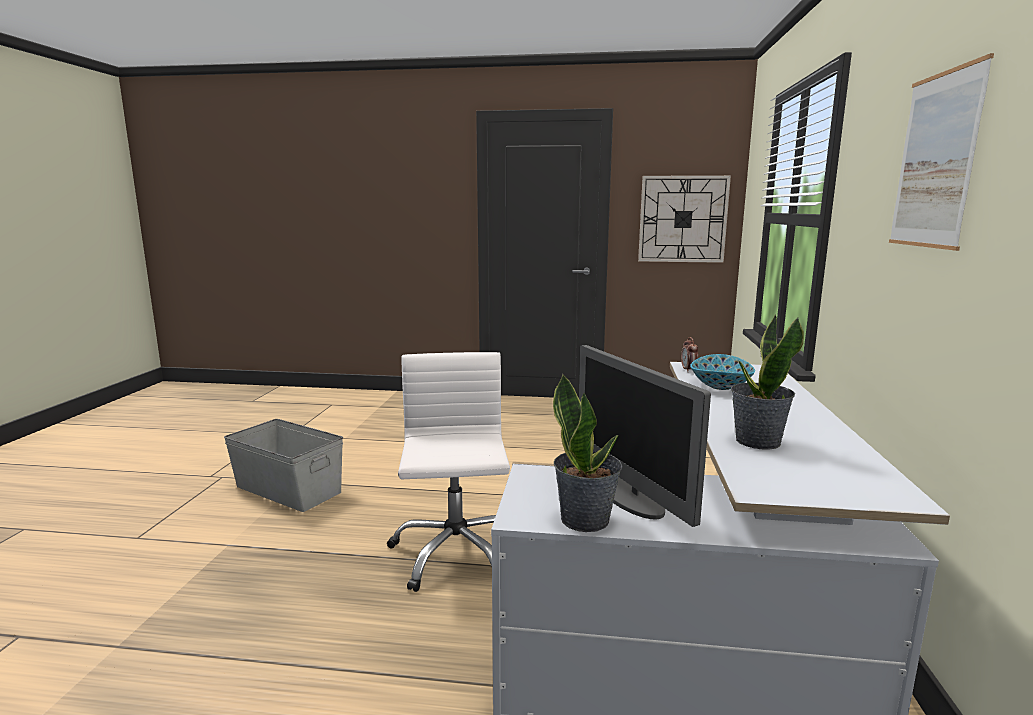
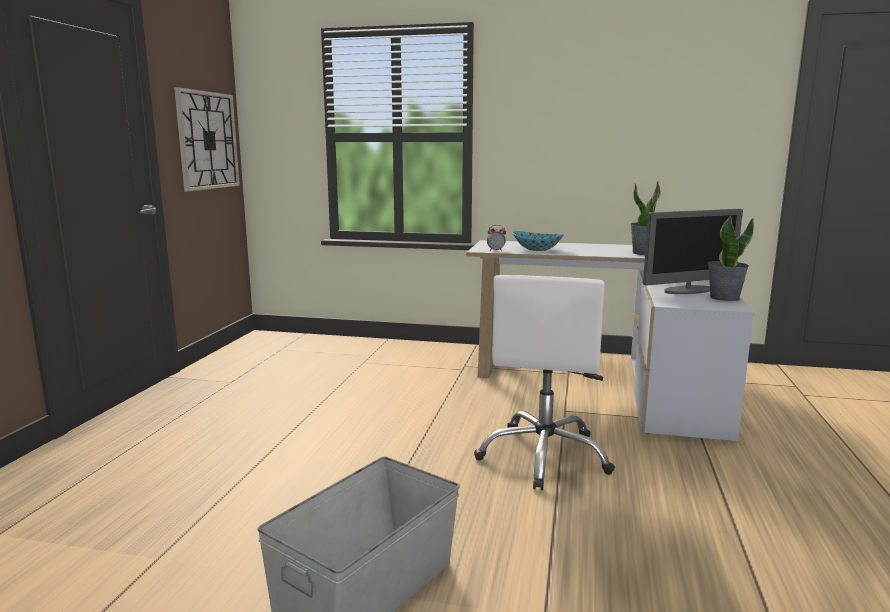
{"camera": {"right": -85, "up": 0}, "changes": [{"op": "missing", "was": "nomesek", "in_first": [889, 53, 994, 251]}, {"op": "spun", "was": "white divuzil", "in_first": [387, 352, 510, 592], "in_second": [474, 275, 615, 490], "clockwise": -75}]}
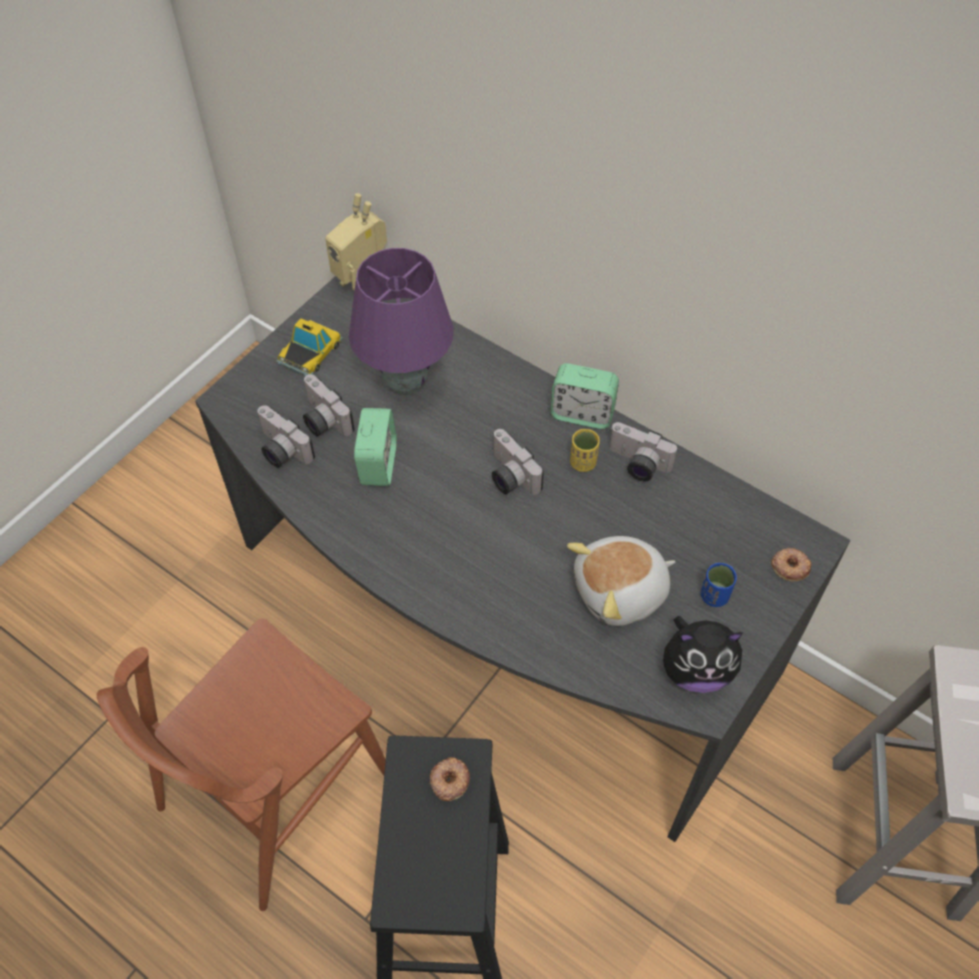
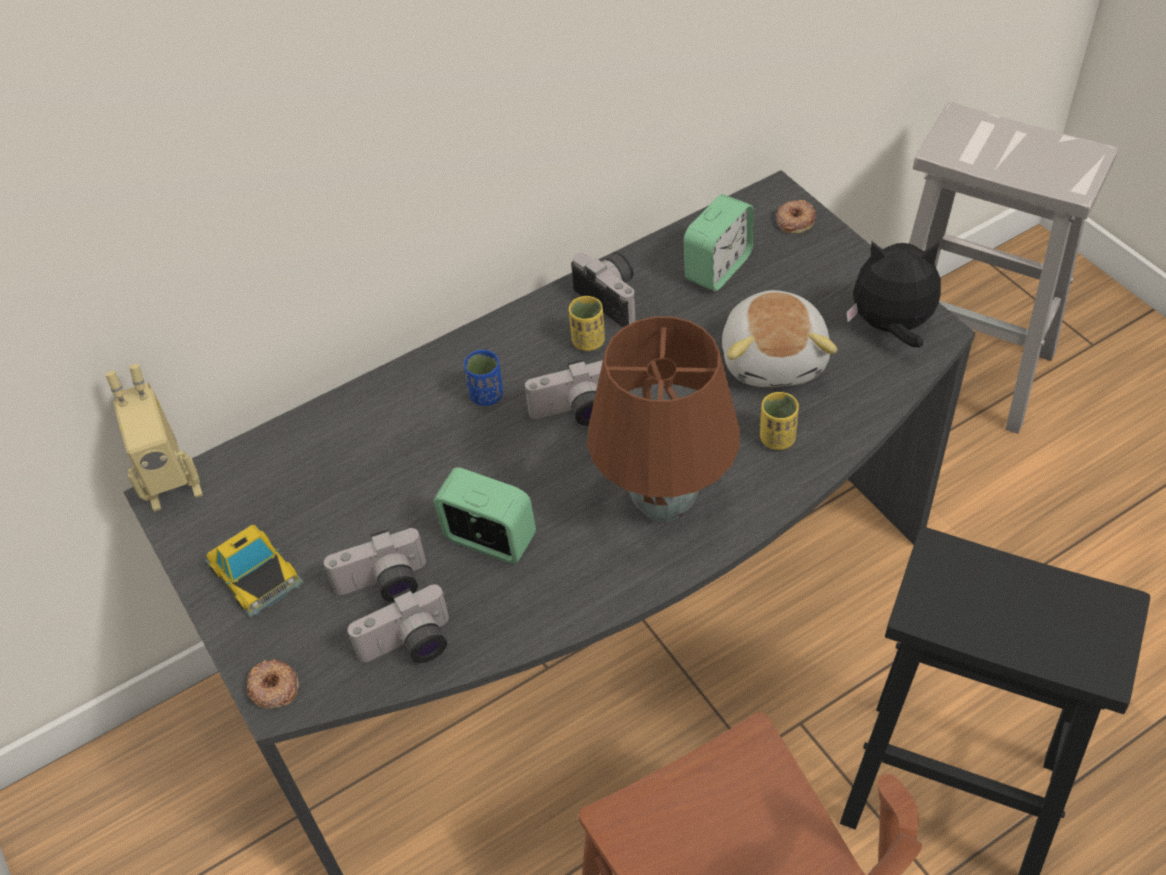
{"camera": {"right": -65, "up": -5}, "changes": [{"op": "missing", "was": "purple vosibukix", "in_first": [349, 248, 454, 395]}, {"op": "appeared", "now": "brown vosibukix", "in_second": [587, 316, 740, 522]}, {"op": "appeared", "now": "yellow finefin", "in_second": [760, 392, 799, 450]}, {"op": "relocated", "was": "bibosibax", "in_first": [430, 757, 470, 801], "in_second": [247, 659, 299, 709]}, {"op": "relocated", "was": "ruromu", "in_first": [550, 363, 619, 429], "in_second": [684, 194, 754, 291]}, {"op": "relocated", "was": "blue finefin", "in_first": [701, 563, 737, 607], "in_second": [464, 350, 503, 406]}, {"op": "spun", "was": "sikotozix", "in_first": [609, 422, 677, 481], "in_second": [571, 253, 636, 327], "clockwise": -90}, {"op": "spun", "was": "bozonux", "in_first": [663, 616, 743, 693], "in_second": [846, 241, 941, 347], "clockwise": -105}]}
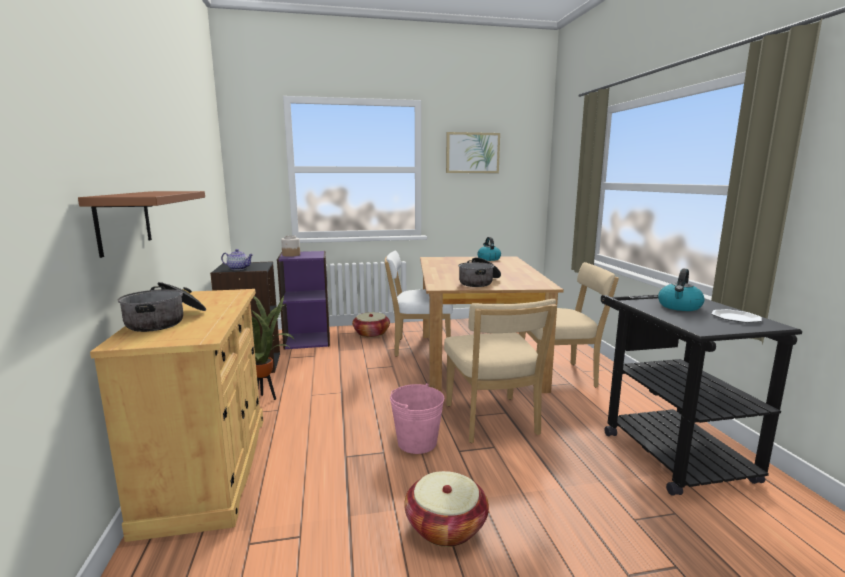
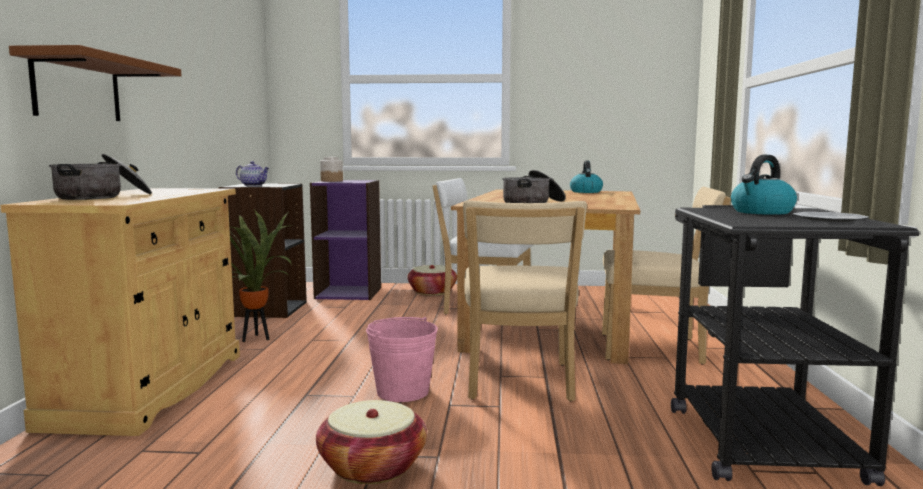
{"camera": {"right": 15, "up": -5}, "changes": [{"op": "missing", "was": "nomesek", "in_first": [446, 132, 500, 173]}]}
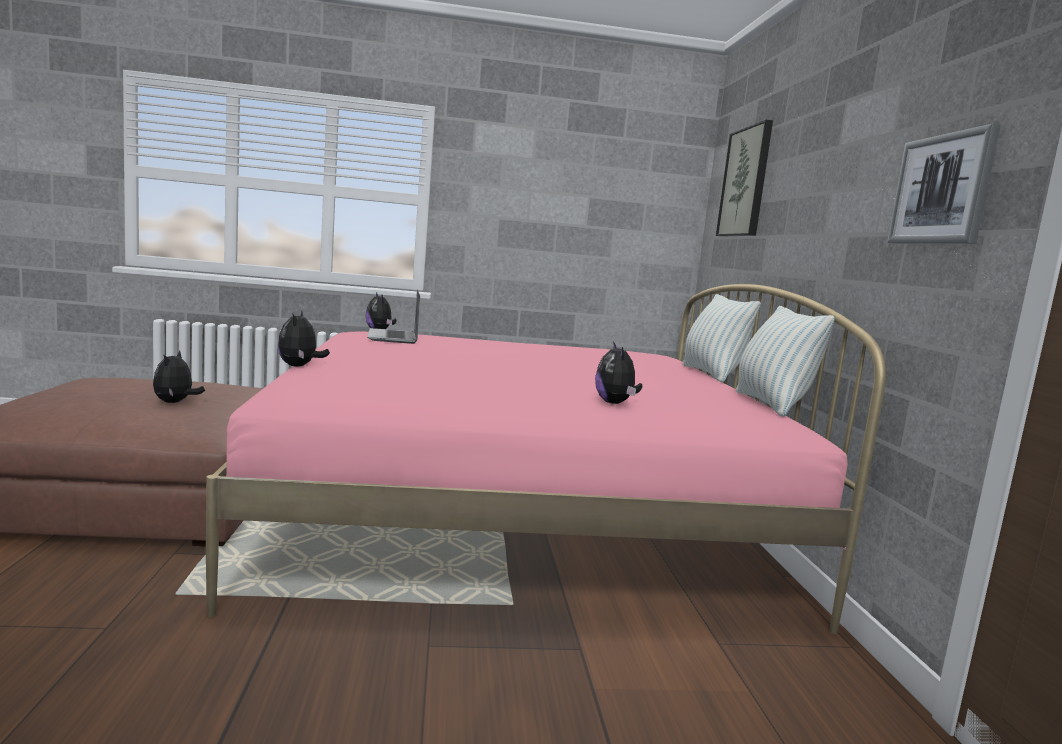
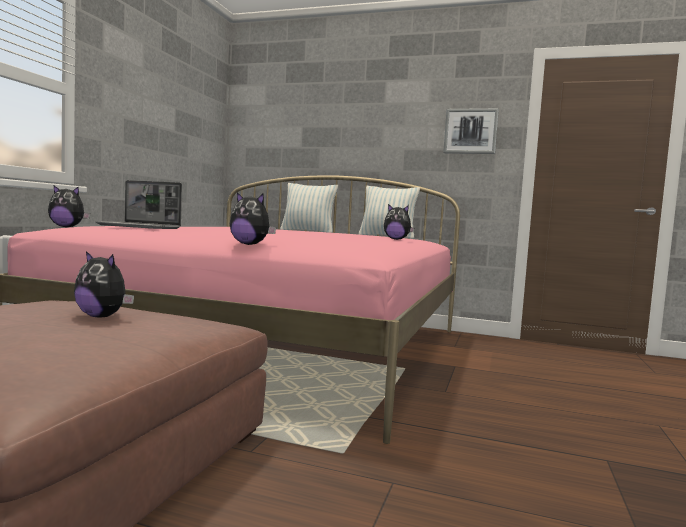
{"camera": {"right": -65, "up": -5}, "changes": [{"op": "missing", "was": "nomesek", "in_first": [716, 120, 773, 237]}]}
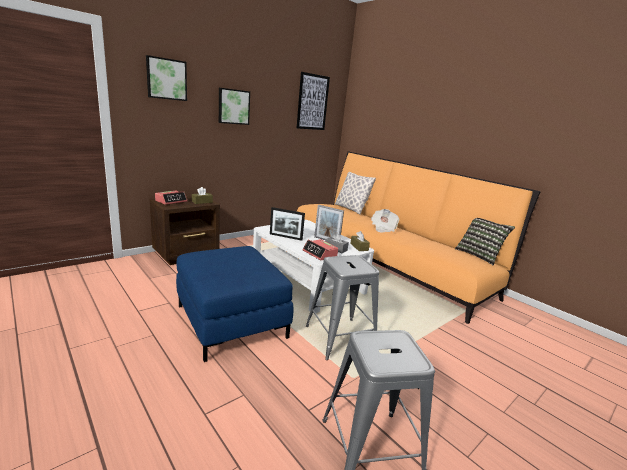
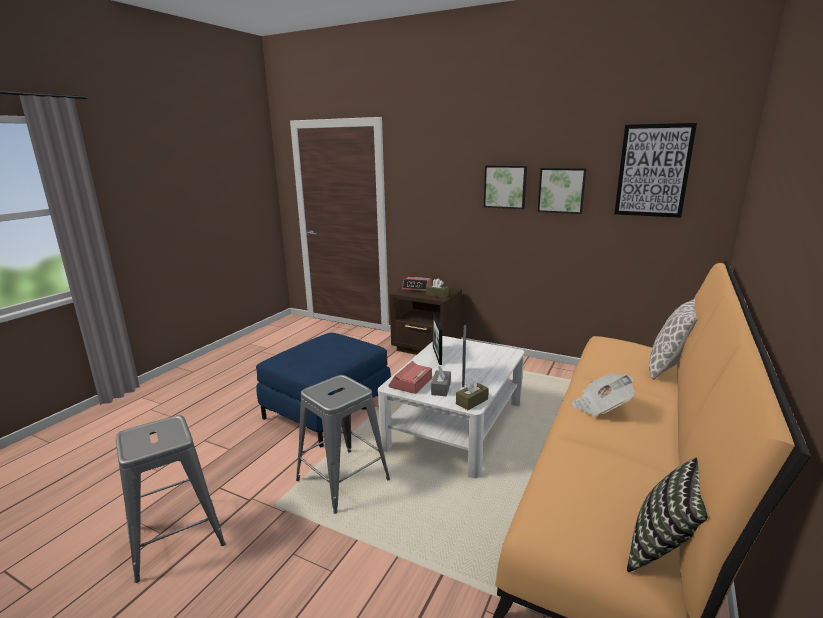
{"camera": {"right": 70, "up": 0}, "changes": [{"op": "relocated", "was": "nomesek", "in_first": [146, 55, 187, 101], "in_second": [538, 168, 587, 214]}]}
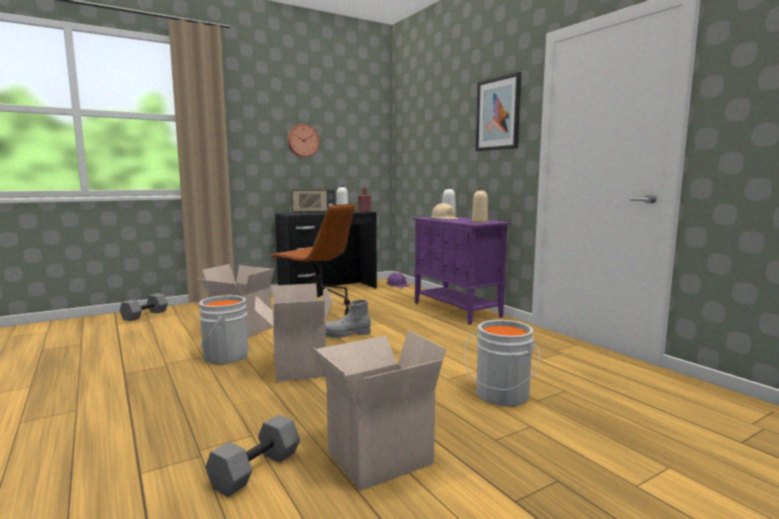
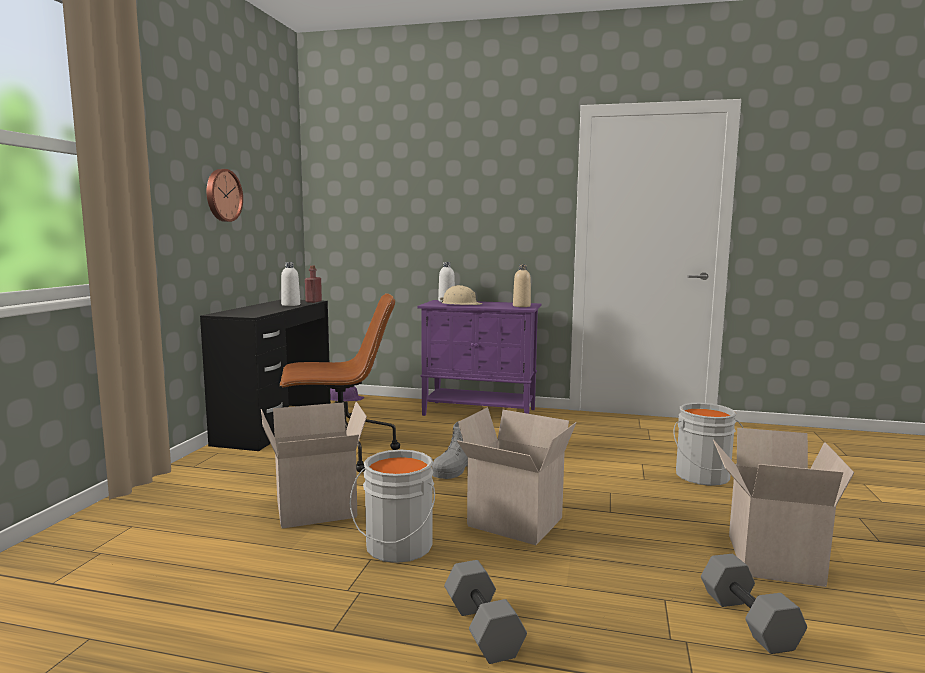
{"camera": {"right": -45, "up": 0}, "changes": [{"op": "missing", "was": "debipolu", "in_first": [292, 189, 335, 214]}, {"op": "missing", "was": "nomesek", "in_first": [476, 72, 521, 151]}, {"op": "relocated", "was": "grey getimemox", "in_first": [120, 293, 168, 321], "in_second": [444, 560, 527, 664]}]}
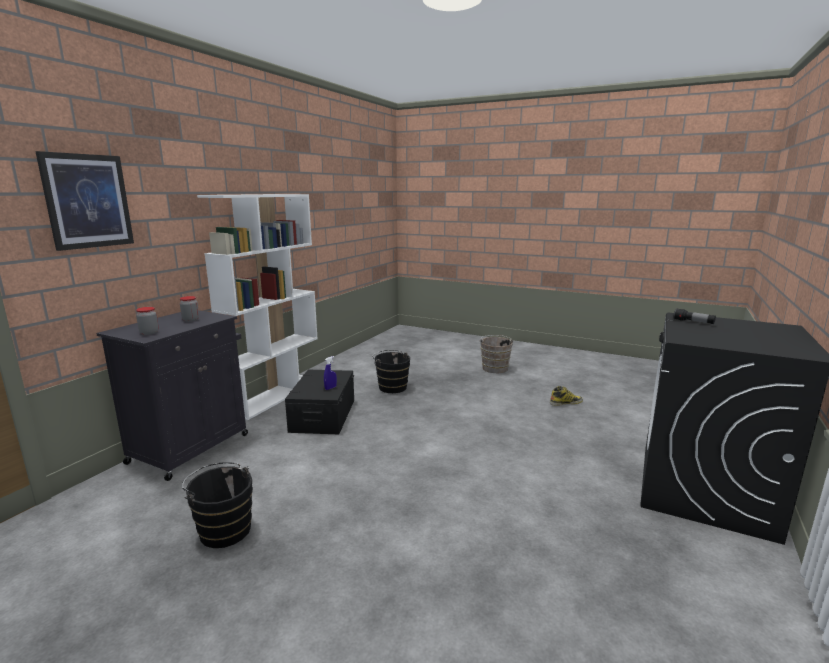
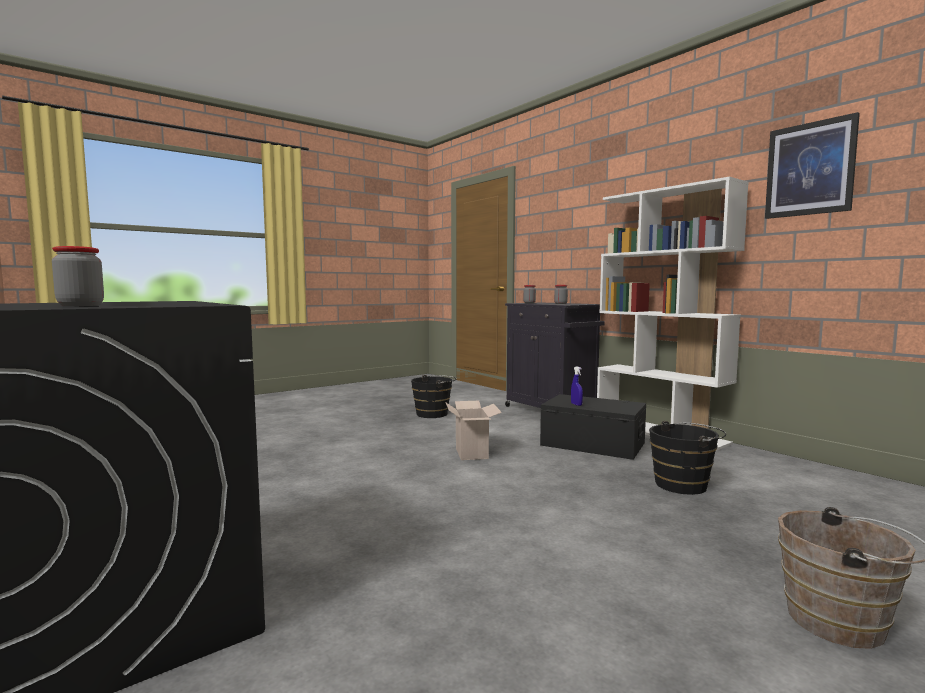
{"camera": {"right": 115, "up": -10}, "changes": [{"op": "missing", "was": "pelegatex", "in_first": [550, 386, 583, 406]}, {"op": "missing", "was": "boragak", "in_first": [673, 308, 716, 324]}, {"op": "appeared", "now": "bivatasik", "in_second": [52, 246, 104, 306]}, {"op": "appeared", "now": "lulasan", "in_second": [445, 401, 502, 460]}, {"op": "relocated", "was": "nomesek", "in_first": [35, 151, 134, 251], "in_second": [765, 112, 860, 219]}]}
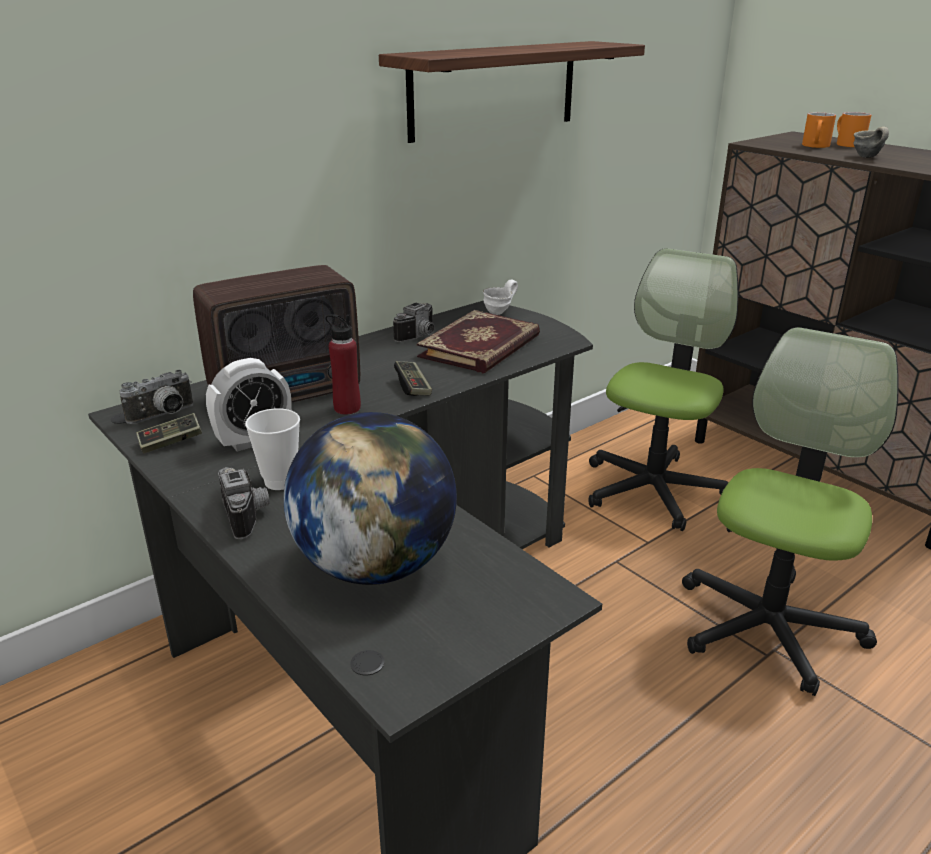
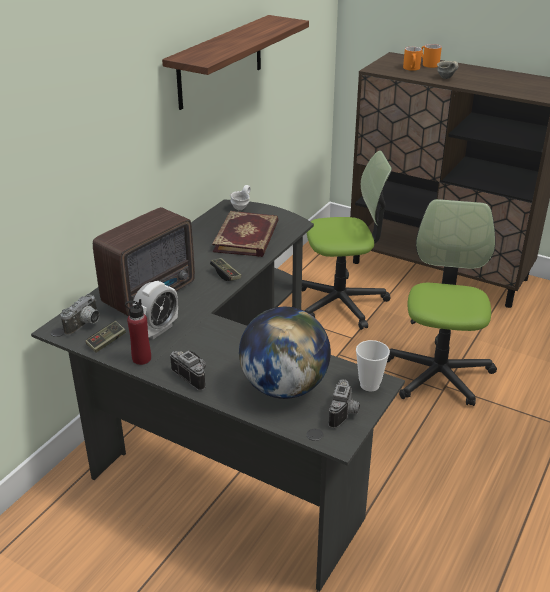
{"camera": {"right": -20, "up": 5}, "changes": [{"op": "relocated", "was": "finefin", "in_first": [245, 408, 300, 490], "in_second": [356, 340, 390, 392]}, {"op": "relocated", "was": "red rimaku", "in_first": [325, 314, 361, 414], "in_second": [125, 299, 151, 365]}, {"op": "relocated", "was": "sikotozix", "in_first": [393, 302, 434, 342], "in_second": [328, 379, 360, 428]}, {"op": "spun", "was": "divuzil", "in_first": [588, 248, 738, 531], "in_second": [302, 151, 392, 330], "clockwise": 75}]}
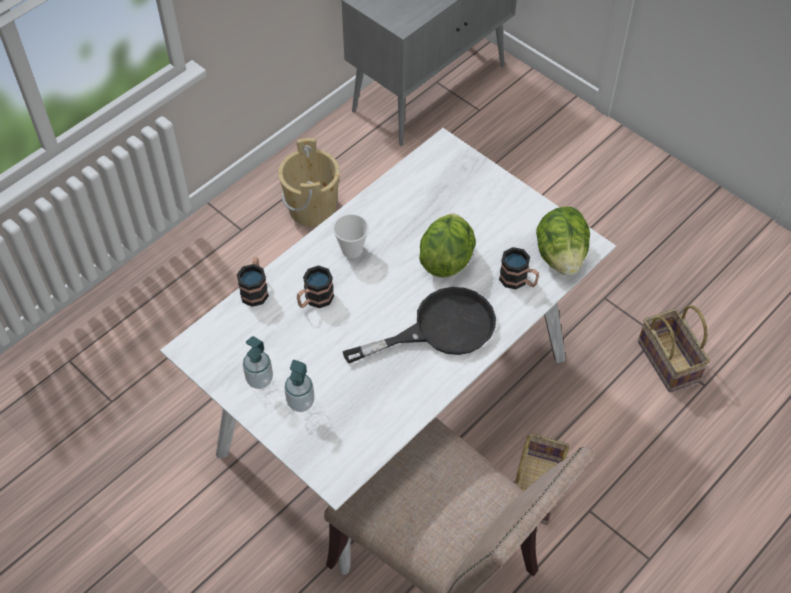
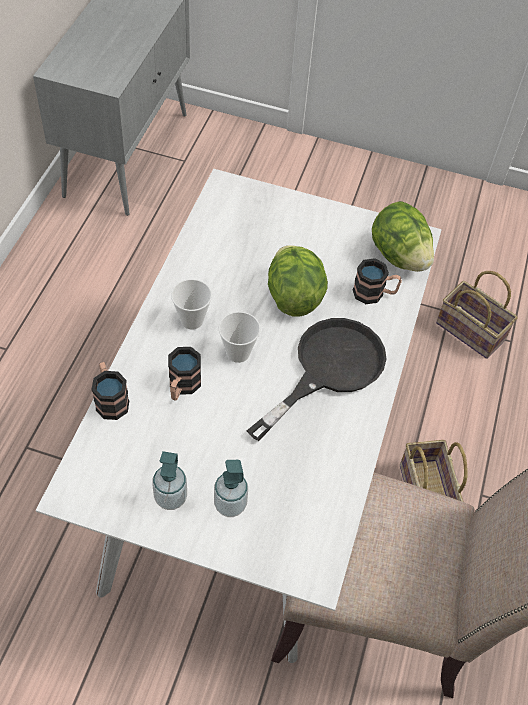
{"camera": {"right": -30, "up": 0}, "changes": [{"op": "missing", "was": "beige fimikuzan", "in_first": [278, 138, 340, 226]}, {"op": "appeared", "now": "finefin", "in_second": [218, 311, 261, 363]}]}
